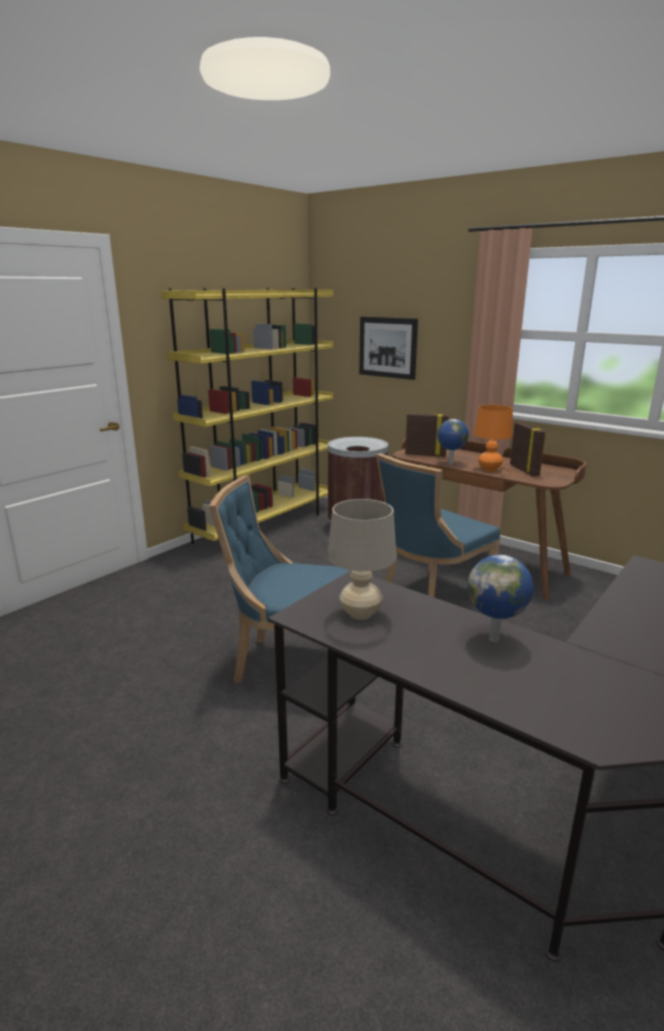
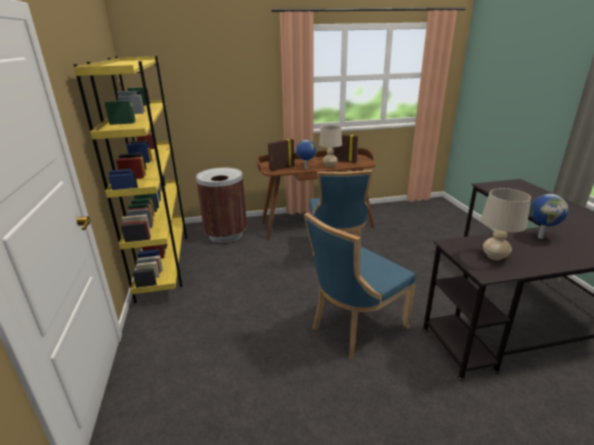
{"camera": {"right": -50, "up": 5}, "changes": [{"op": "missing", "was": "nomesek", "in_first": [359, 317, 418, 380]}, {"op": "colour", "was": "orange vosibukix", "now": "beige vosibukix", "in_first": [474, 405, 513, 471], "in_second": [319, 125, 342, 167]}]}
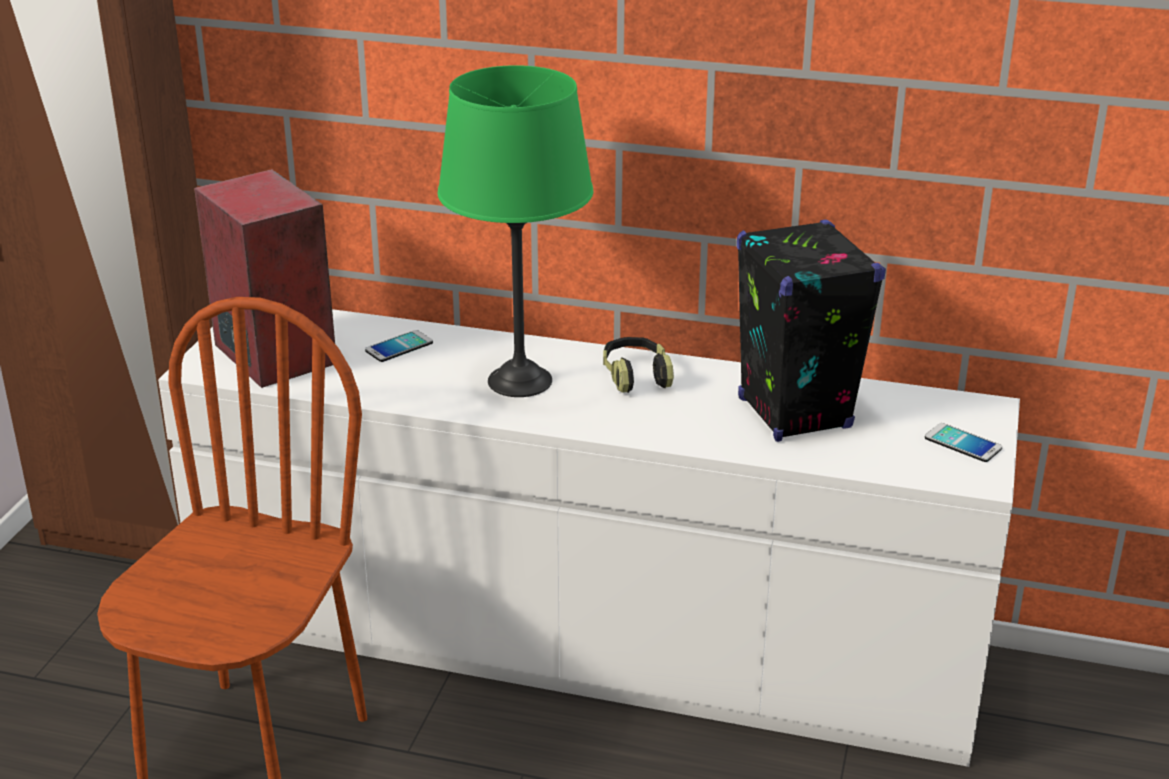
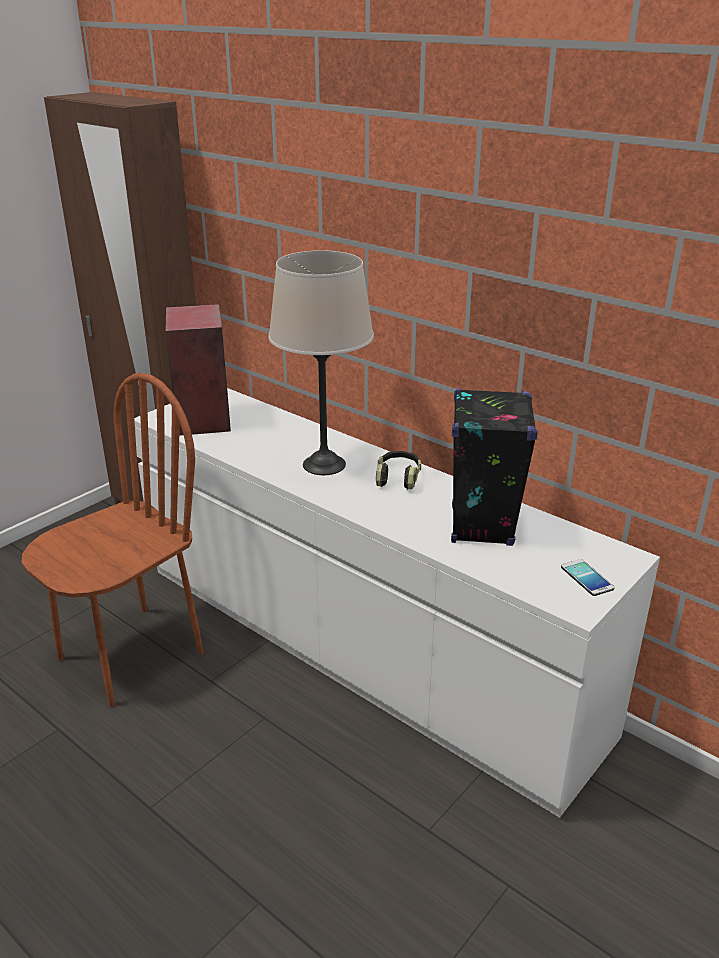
{"camera": {"right": 25, "up": 0}, "changes": [{"op": "missing", "was": "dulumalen", "in_first": [365, 330, 433, 362]}, {"op": "colour", "was": "green vosibukix", "now": "beige vosibukix", "in_first": [438, 65, 593, 397], "in_second": [268, 250, 374, 475]}]}
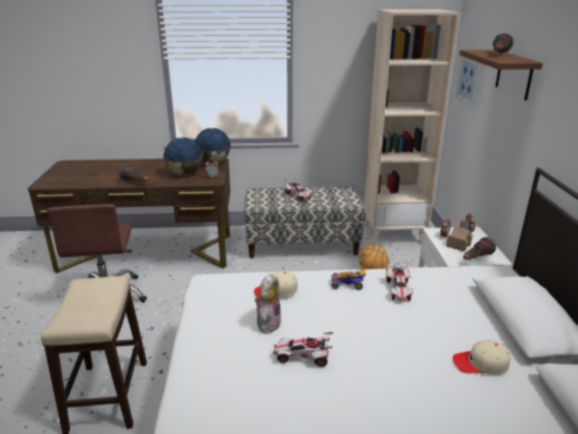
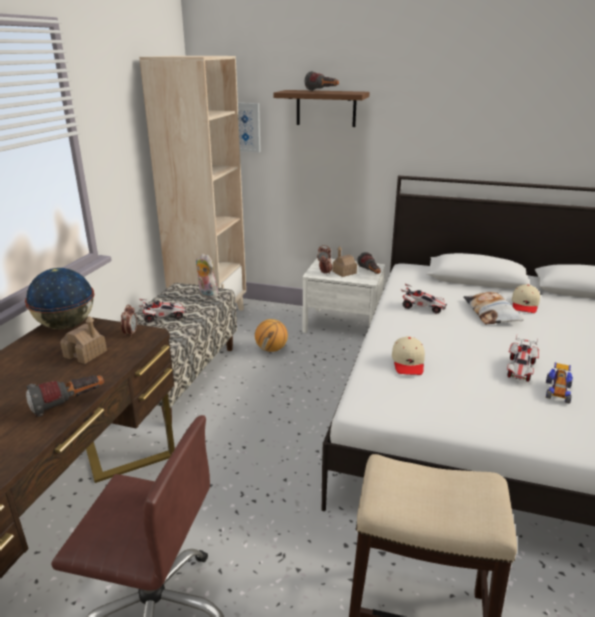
{"camera": {"right": -70, "up": 0}, "changes": [{"op": "appeared", "now": "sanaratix", "in_second": [463, 292, 524, 325]}, {"op": "relocated", "was": "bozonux", "in_first": [255, 274, 281, 334], "in_second": [196, 254, 218, 298]}, {"op": "relocated", "was": "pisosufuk", "in_first": [331, 268, 366, 290], "in_second": [546, 362, 573, 403]}, {"op": "exchanged", "was": "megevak", "now": "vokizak", "in_first": [163, 137, 203, 175], "in_second": [60, 316, 107, 364]}]}
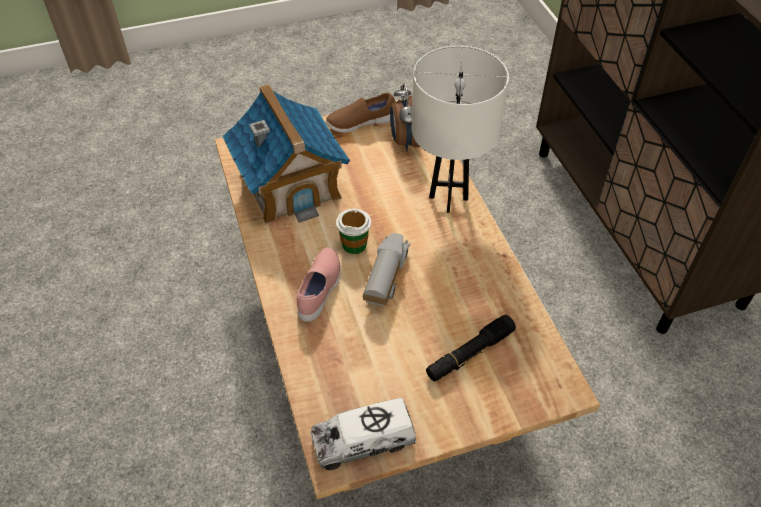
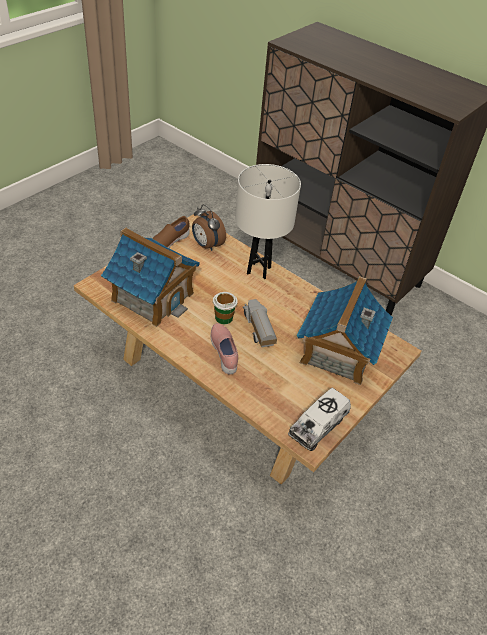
{"camera": {"right": -35, "up": -5}, "changes": [{"op": "exchanged", "was": "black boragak", "now": "vokizak", "in_first": [426, 315, 516, 381], "in_second": [297, 276, 393, 385]}]}
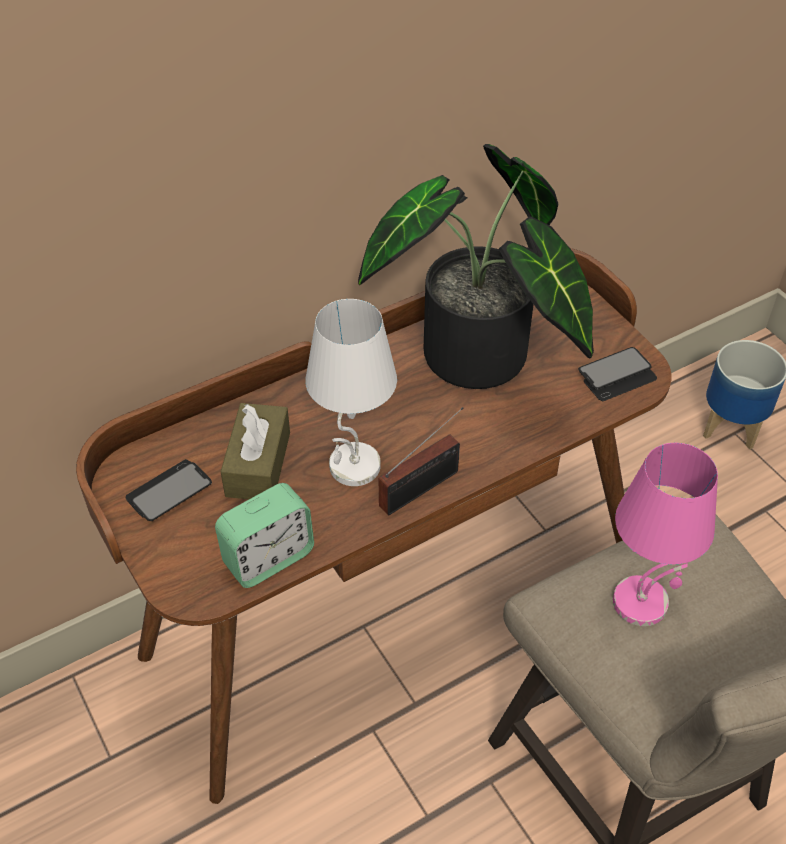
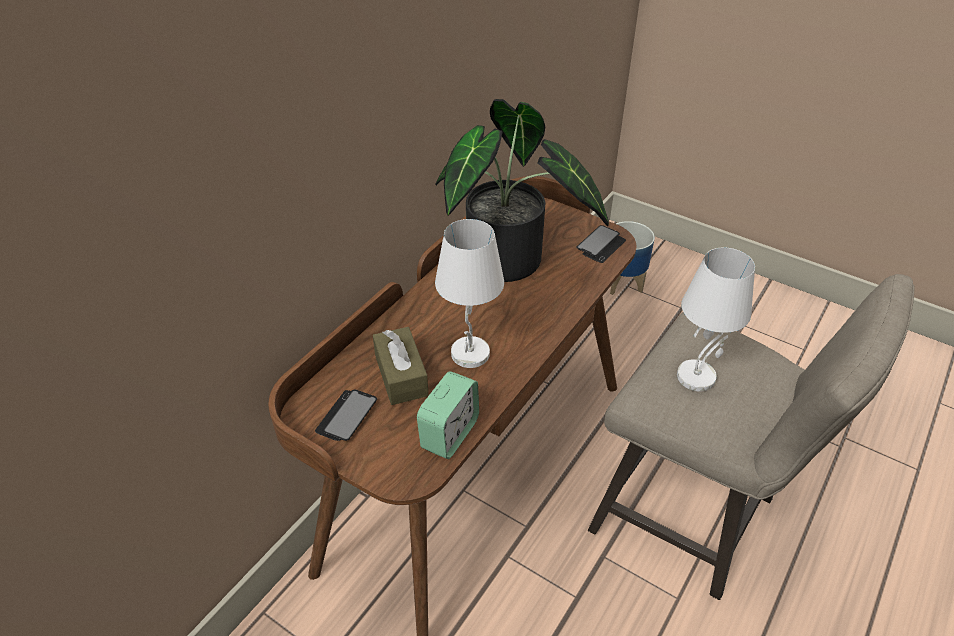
{"camera": {"right": -25, "up": -5}, "changes": [{"op": "missing", "was": "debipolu", "in_first": [379, 407, 464, 515]}, {"op": "colour", "was": "pink vosibukix", "now": "white vosibukix", "in_first": [613, 443, 718, 626], "in_second": [677, 247, 755, 392]}]}
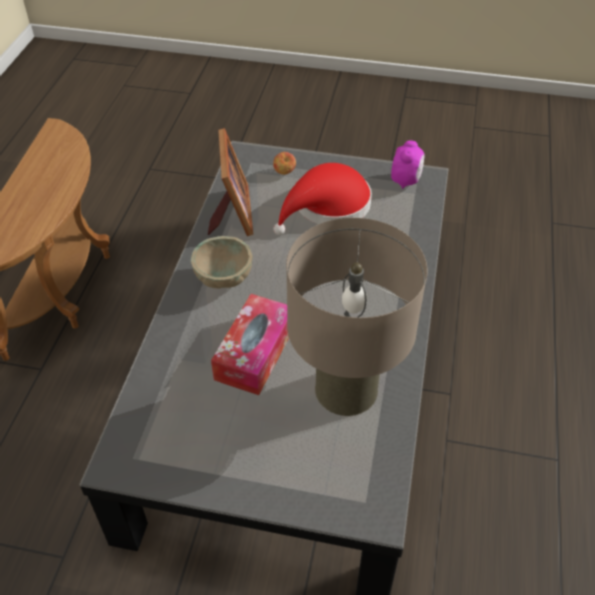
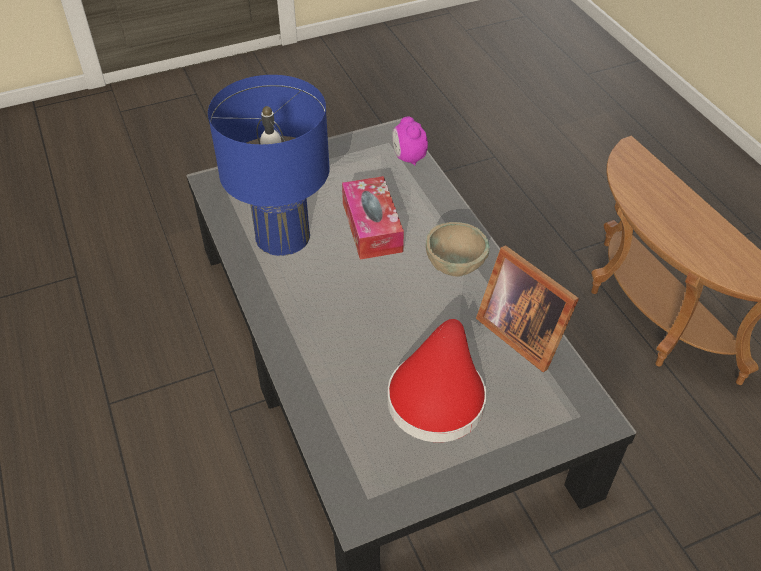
{"camera": {"right": 145, "up": 0}, "changes": [{"op": "missing", "was": "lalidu", "in_first": [273, 152, 296, 175]}, {"op": "relocated", "was": "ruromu", "in_first": [391, 140, 425, 189], "in_second": [392, 117, 428, 166]}, {"op": "colour", "was": "beige vosibukix", "now": "blue vosibukix", "in_first": [286, 218, 427, 416], "in_second": [208, 75, 330, 256]}]}
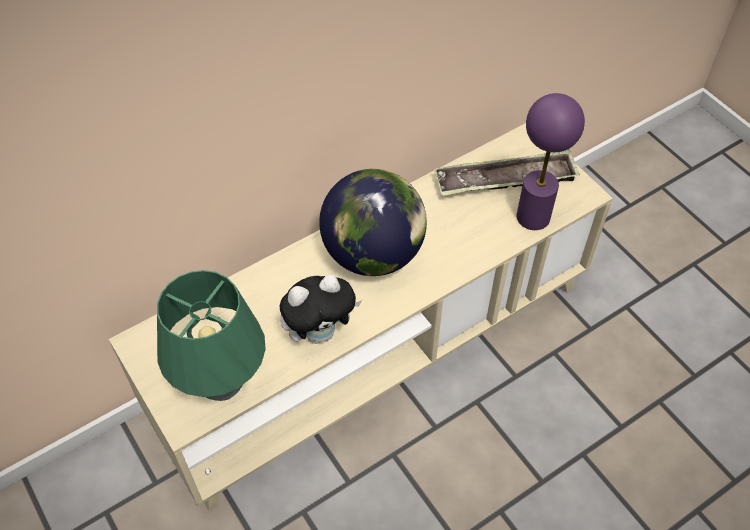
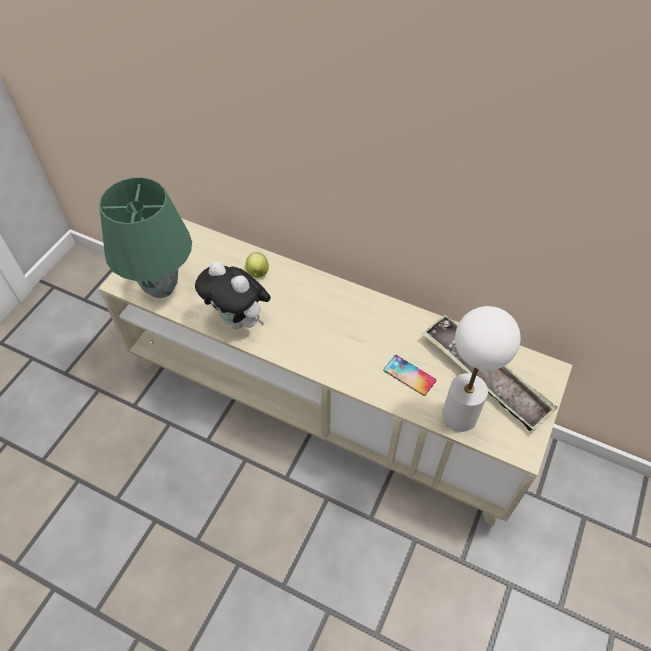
{"camera": {"right": 60, "up": 0}, "changes": [{"op": "missing", "was": "megevak", "in_first": [319, 169, 427, 276]}, {"op": "appeared", "now": "lalidu", "in_second": [245, 252, 269, 278]}, {"op": "appeared", "now": "dulumalen", "in_second": [383, 355, 436, 396]}, {"op": "colour", "was": "purple vosibukix", "now": "white vosibukix", "in_first": [517, 93, 585, 230], "in_second": [442, 306, 521, 432]}]}
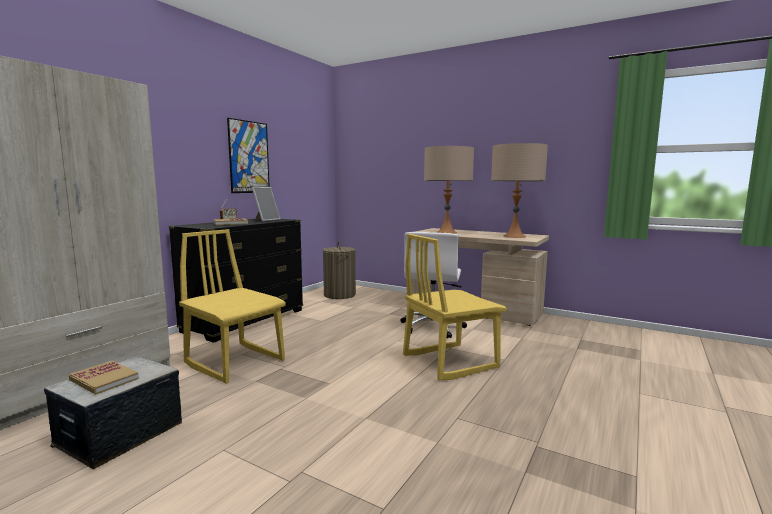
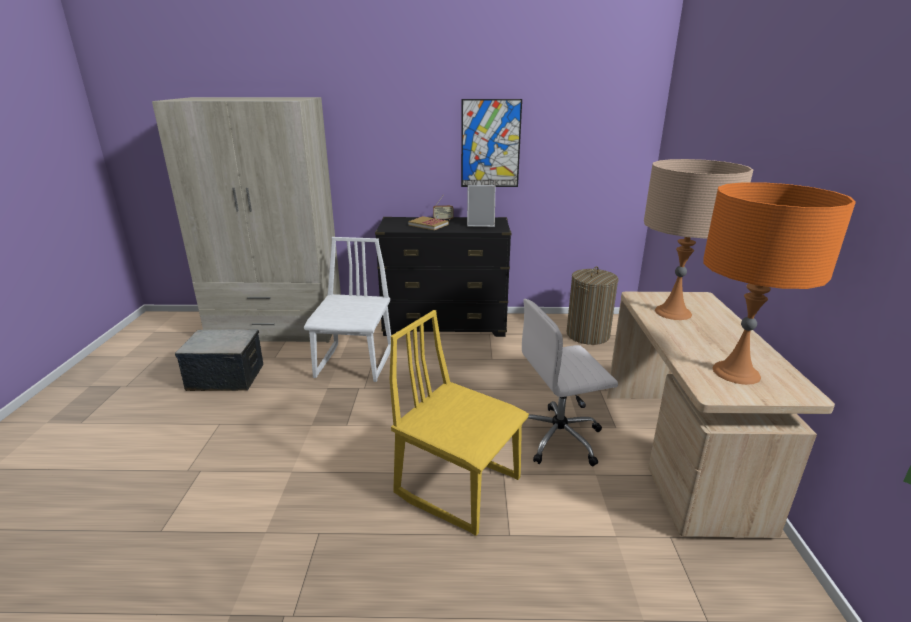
{"camera": {"right": 60, "up": 15}, "changes": [{"op": "missing", "was": "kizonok", "in_first": [69, 361, 139, 395]}, {"op": "colour", "was": "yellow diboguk", "now": "white diboguk", "in_first": [179, 229, 286, 384], "in_second": [304, 237, 391, 382]}, {"op": "colour", "was": "beige vosibukix", "now": "orange vosibukix", "in_first": [491, 143, 548, 238], "in_second": [703, 182, 856, 385]}]}
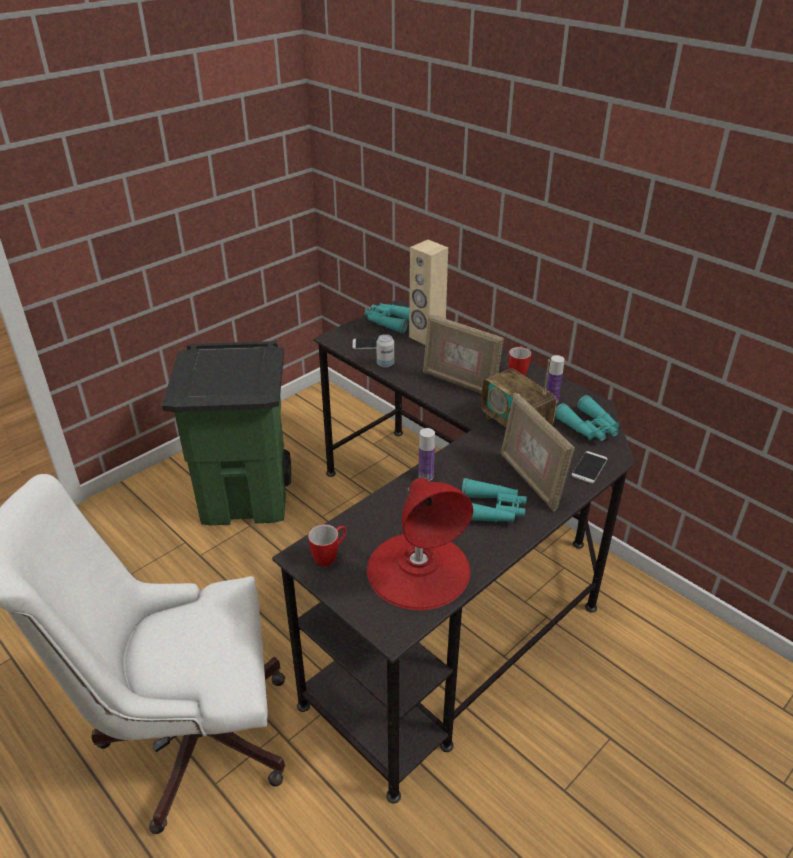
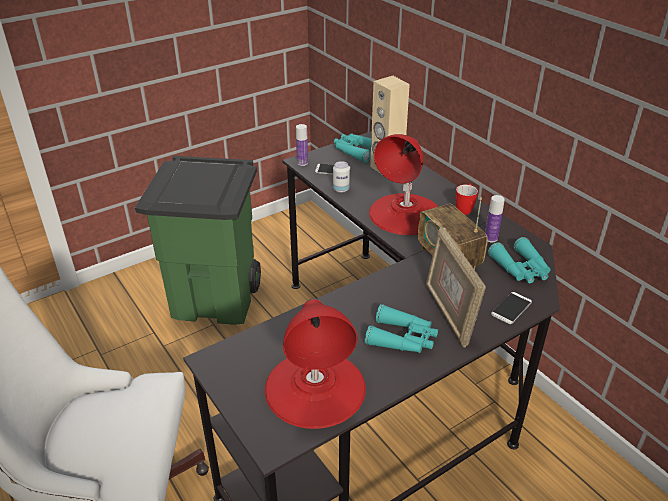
{"camera": {"right": 10, "up": 0}, "changes": [{"op": "missing", "was": "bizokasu", "in_first": [308, 524, 346, 566]}, {"op": "relocated", "was": "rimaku", "in_first": [418, 428, 435, 481], "in_second": [296, 124, 308, 166]}, {"op": "exchanged", "was": "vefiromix", "now": "red vosibukix", "in_first": [423, 314, 504, 394], "in_second": [369, 134, 438, 235]}]}
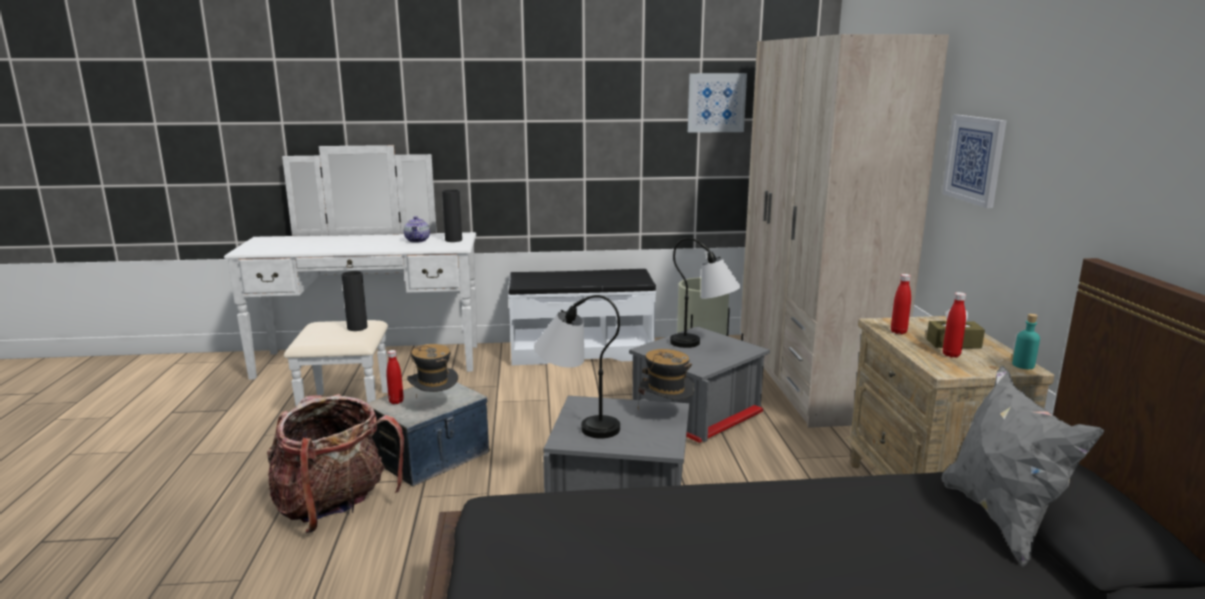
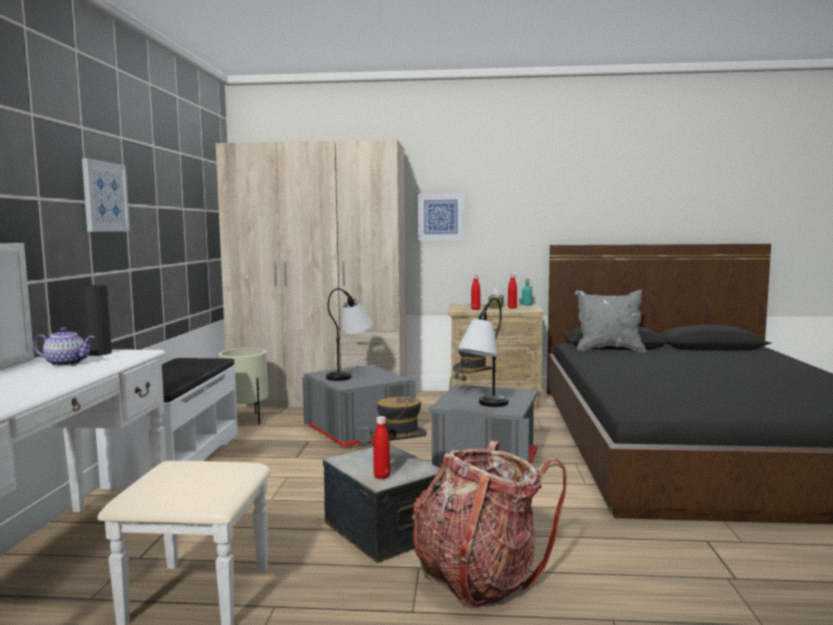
{"camera": {"right": -80, "up": -10}, "changes": [{"op": "missing", "was": "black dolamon", "in_first": [341, 271, 368, 331]}, {"op": "relocated", "was": "nomesek", "in_first": [688, 73, 747, 133], "in_second": [82, 158, 130, 232]}]}
